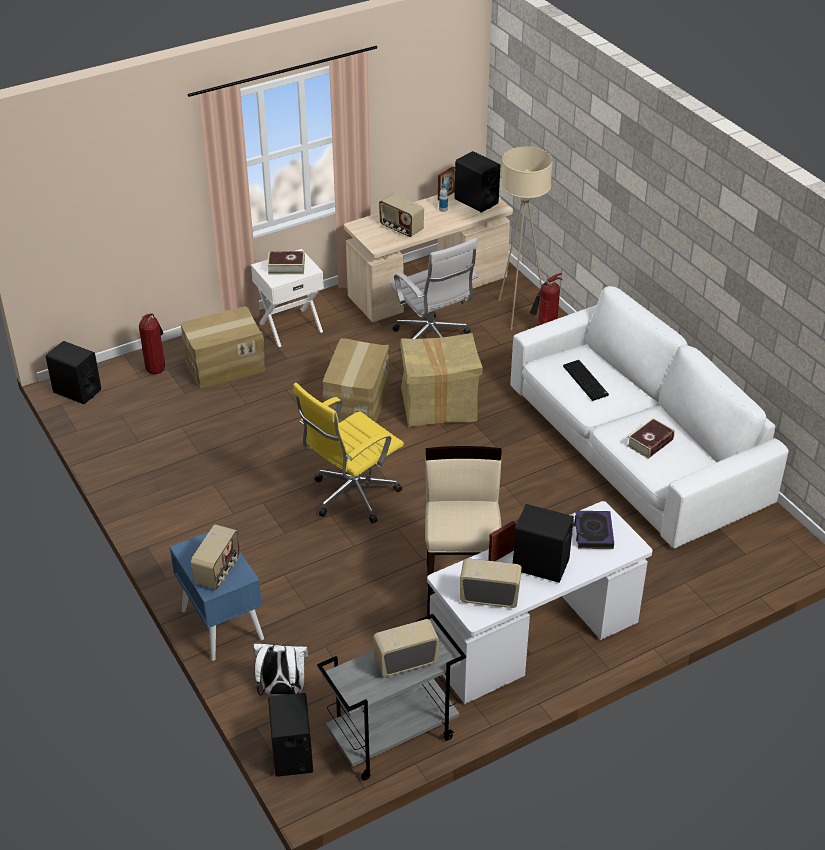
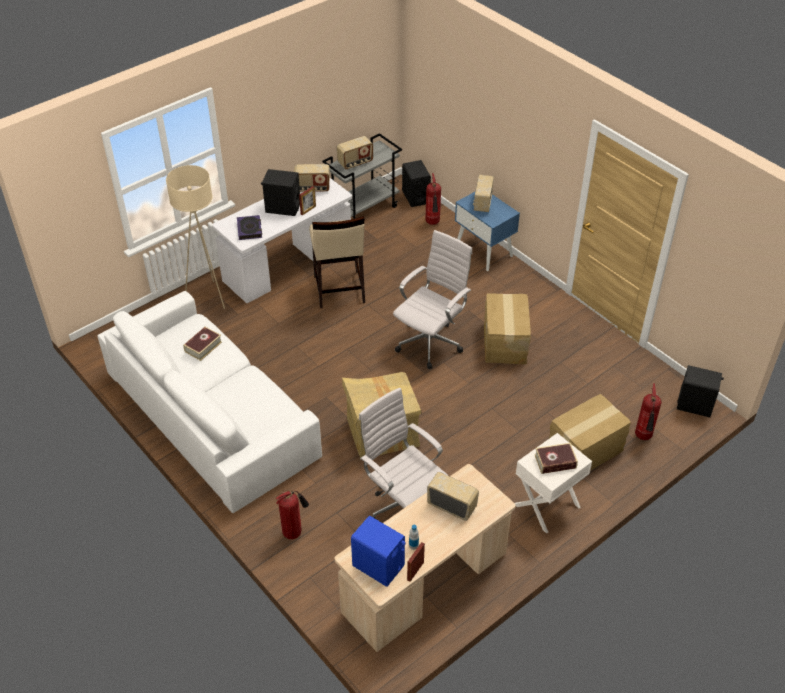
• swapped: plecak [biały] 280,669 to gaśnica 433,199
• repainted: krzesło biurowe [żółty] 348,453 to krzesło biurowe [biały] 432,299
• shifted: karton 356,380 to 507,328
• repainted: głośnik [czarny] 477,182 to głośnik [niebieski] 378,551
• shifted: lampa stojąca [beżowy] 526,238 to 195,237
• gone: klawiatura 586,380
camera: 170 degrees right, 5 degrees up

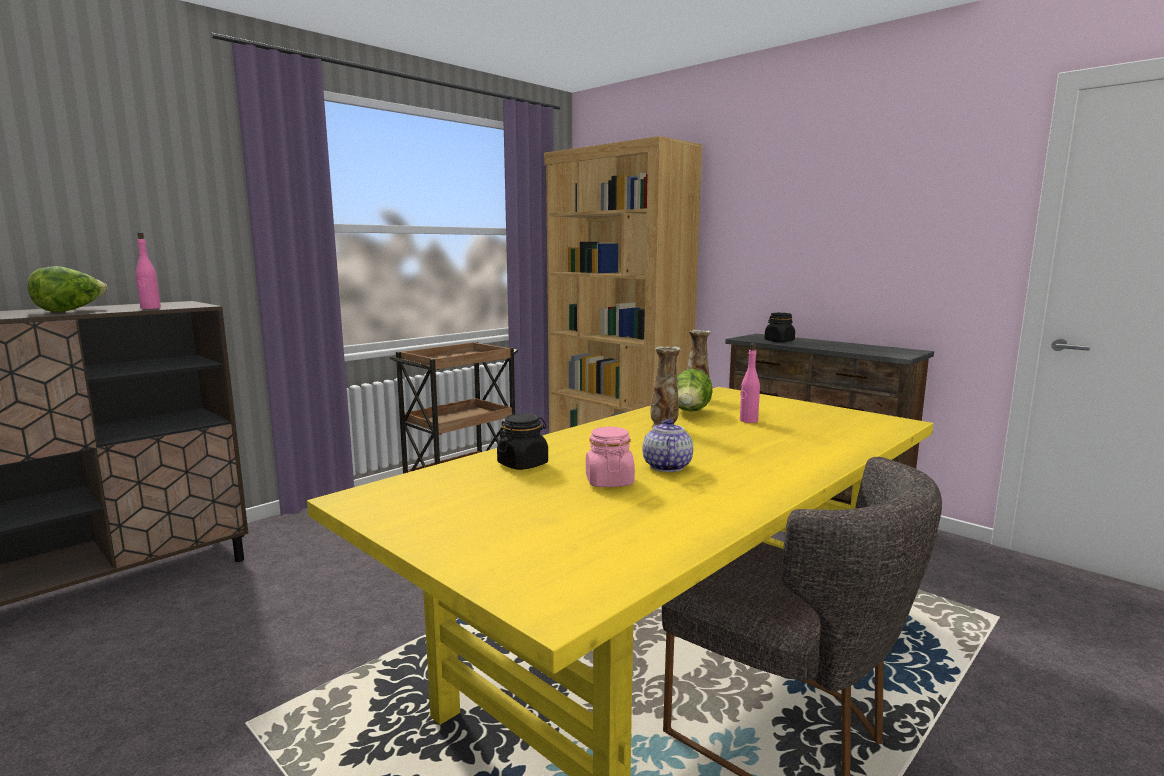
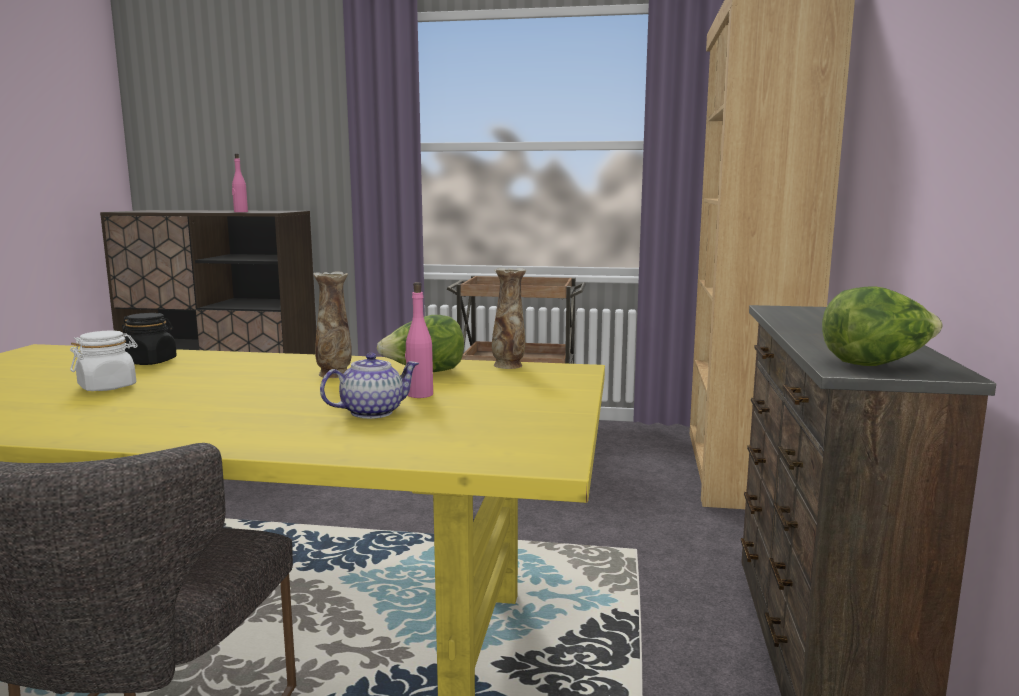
• shifted: sałata 67,289 to 882,326
• repainted: słoik [różowy] 610,457 to słoik [biały] 104,361
• shifted: imbryk 668,445 to 369,386
• gone: słoik [czarny] 779,328
camera: 55 degrees right, 0 degrees up

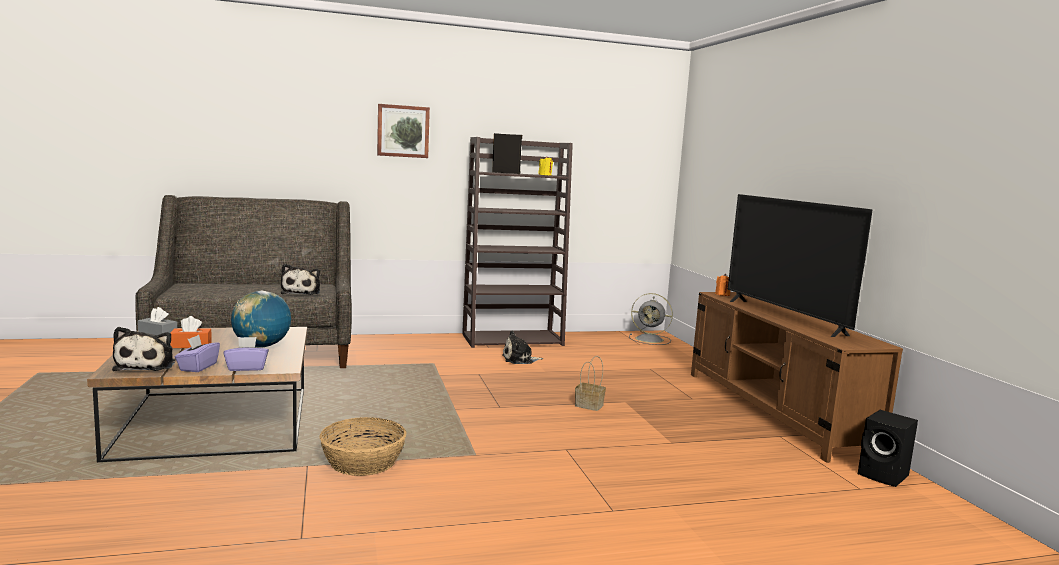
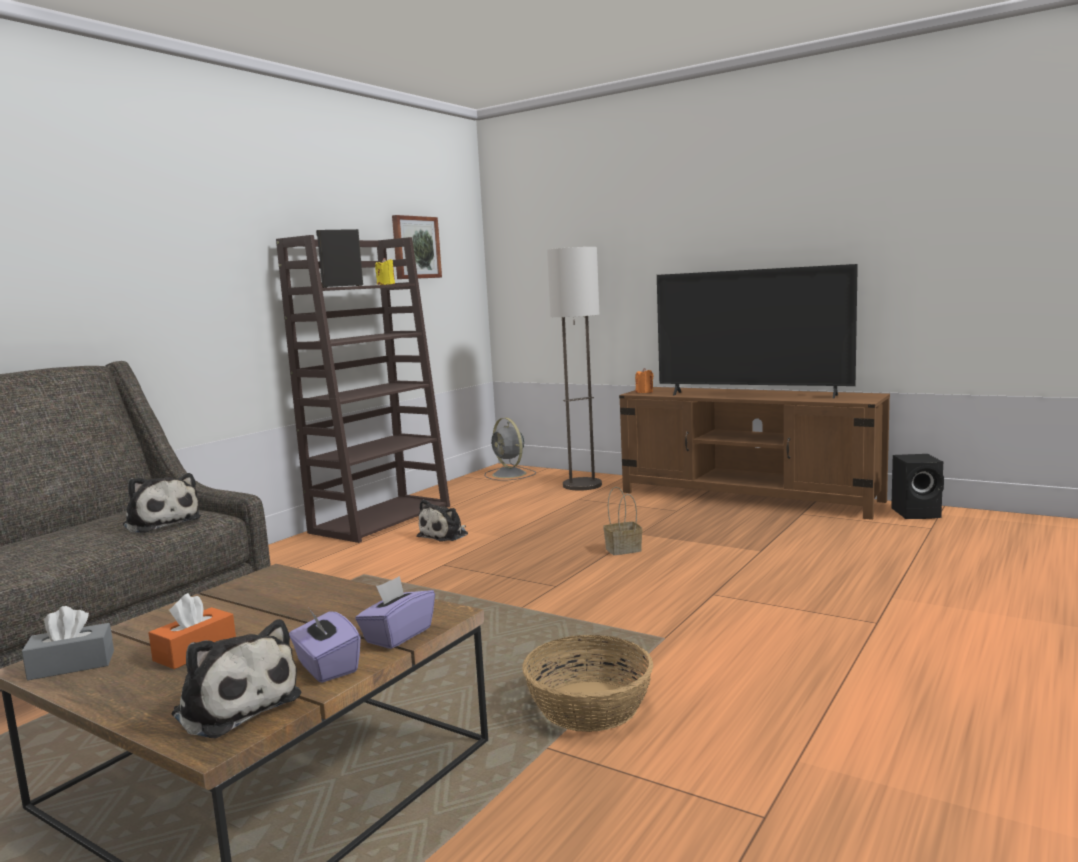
• gone: globus 261,319
• shifted: obraz 403,131 to 417,247
• rotated: wentylator [szary] 651,319 = 510,449 75 degrees clockwise
• new: lampa stojąca 574,369
camera: 40 degrees left, 0 degrees up

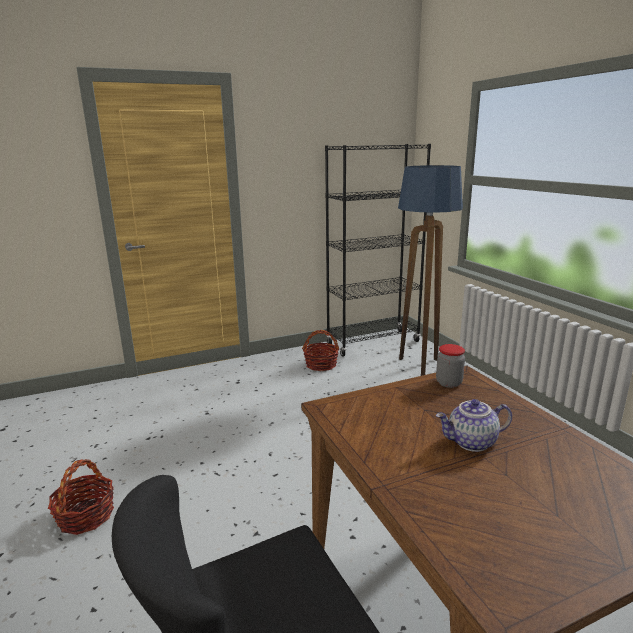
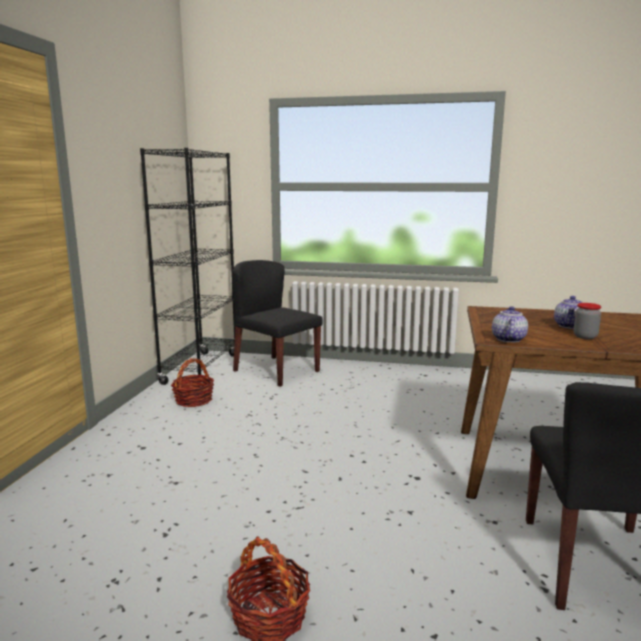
• swapped: lampa stojąca 430,270 to krzesło [czarny] 277,323
• shifted: słoik 450,366 to 587,321
• new: imbryk 510,324
camera: 55 degrees left, 5 degrees down

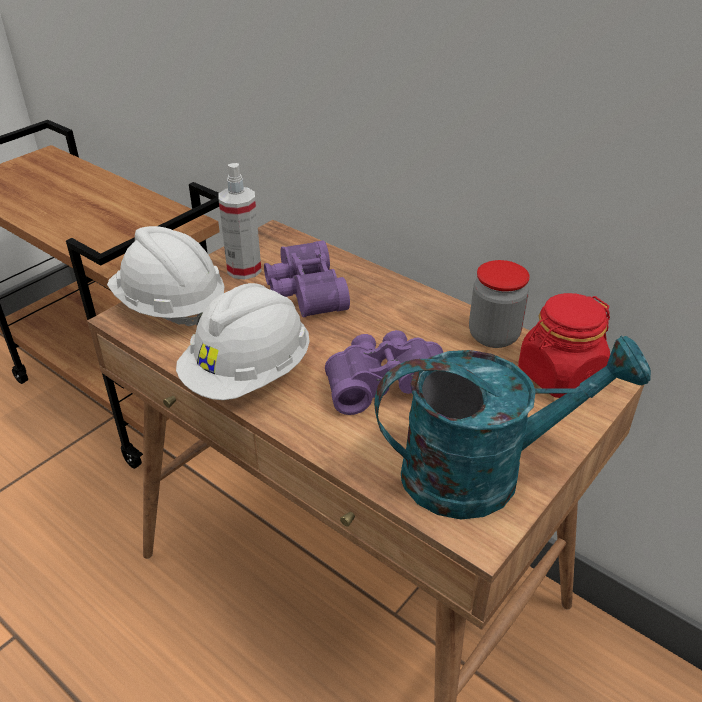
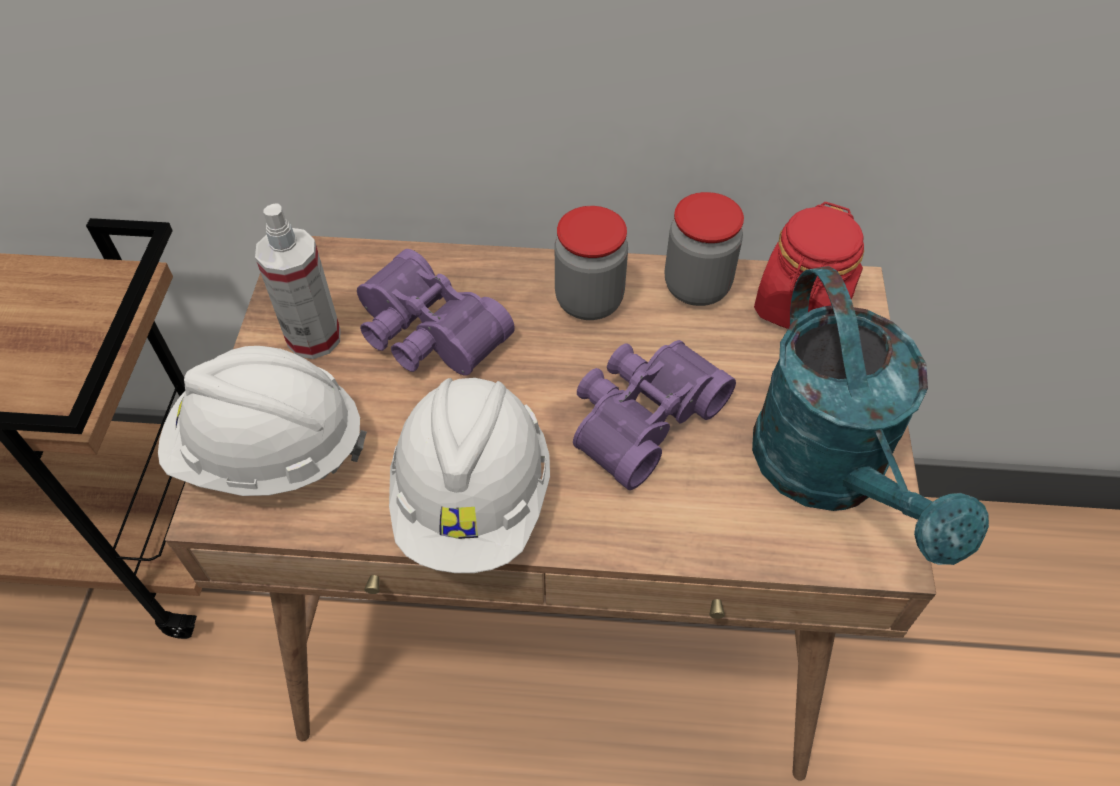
• rotated: konewka [turkusowy] 512,427 = 870,415 120 degrees clockwise
• new: słoik 591,263
camera: 35 degrees left, 15 degrees up

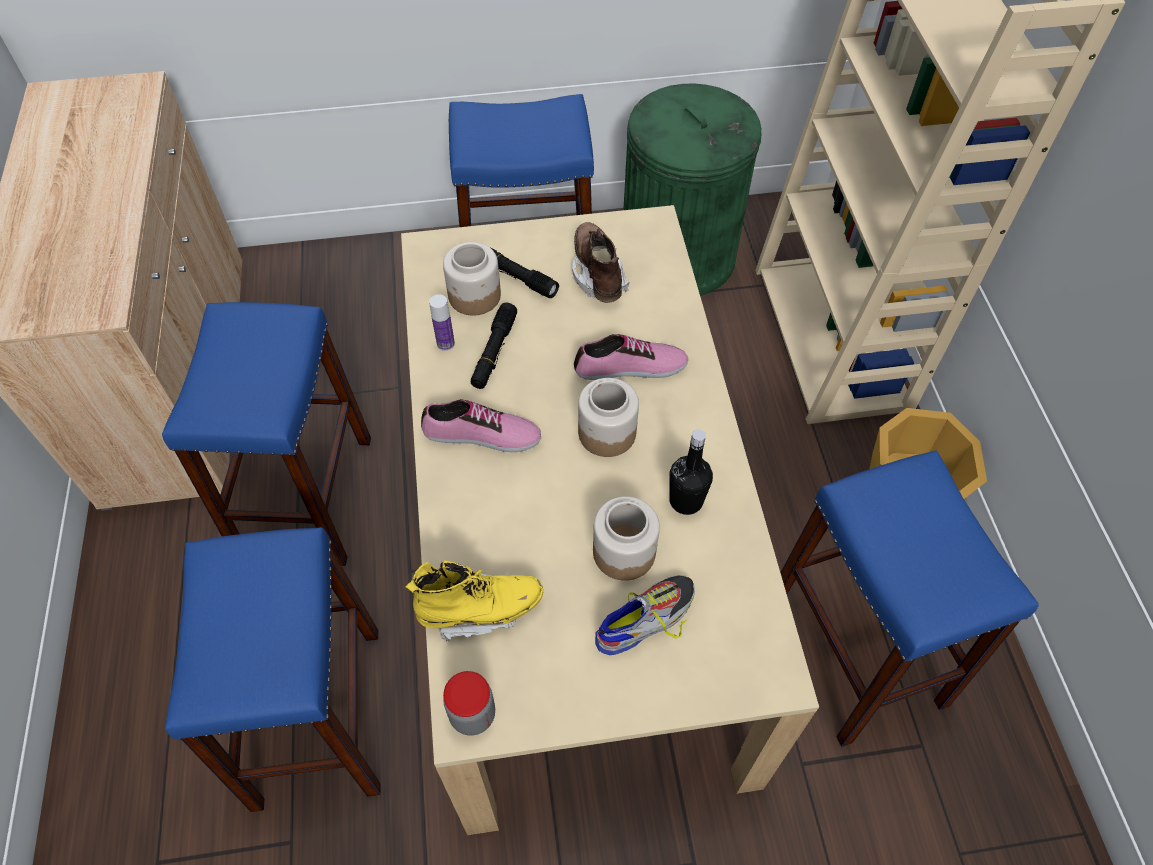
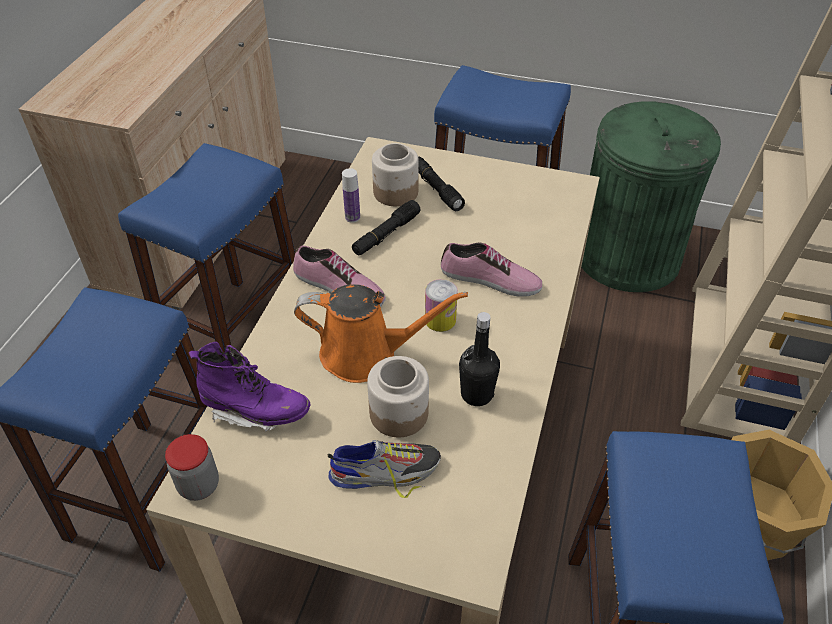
• repainted: but z cholewką [żółty] 474,601 to but z cholewką [fioletowy] 250,386
• gone: but z cholewką [brązowy] 600,262
• swapped: słoik 608,417 to puszka 441,305
• new: konewka [pomarańczowy] 381,333
camera: 25 degrees right, 10 degrees down

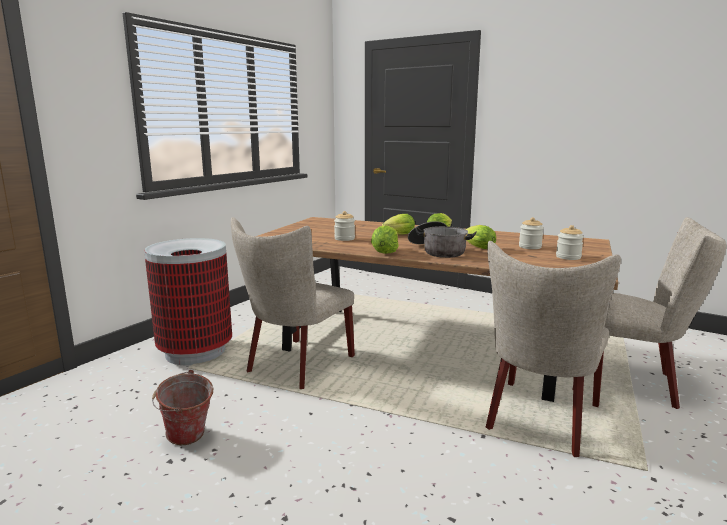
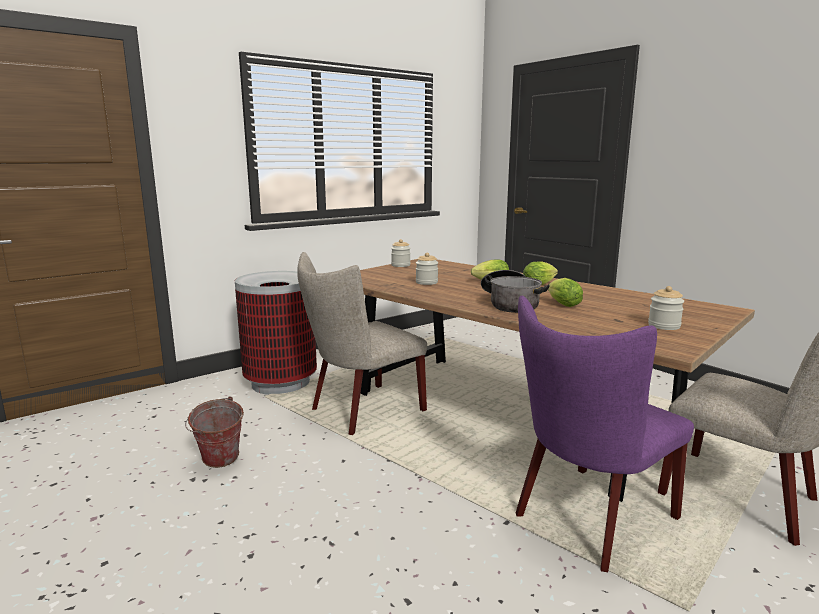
• gone: sałata 385,239
• repainted: krzesło [beżowy] 553,349 to krzesło [fioletowy] 605,434
• shifted: słoik 531,233 to 401,253
camera: 20 degrees right, 0 degrees up

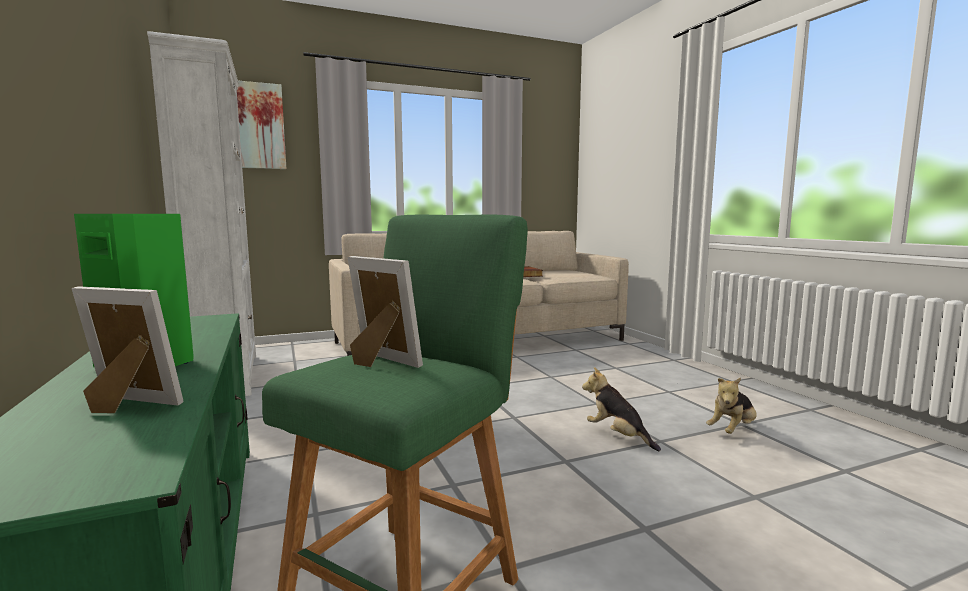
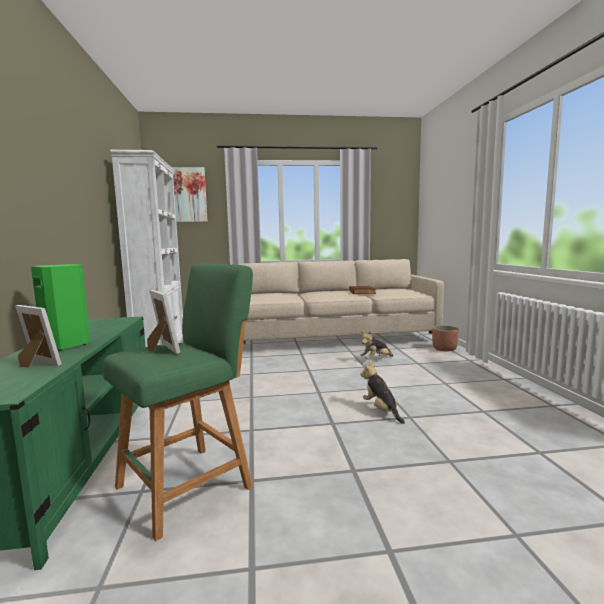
• shifted: pluszak 731,405 to 377,345
• new: donica 445,338
camera: 15 degrees right, 0 degrees up

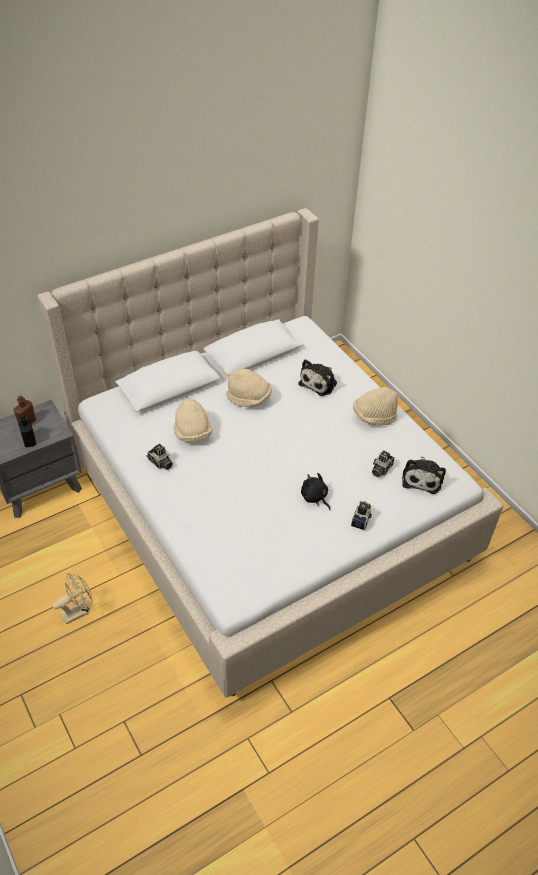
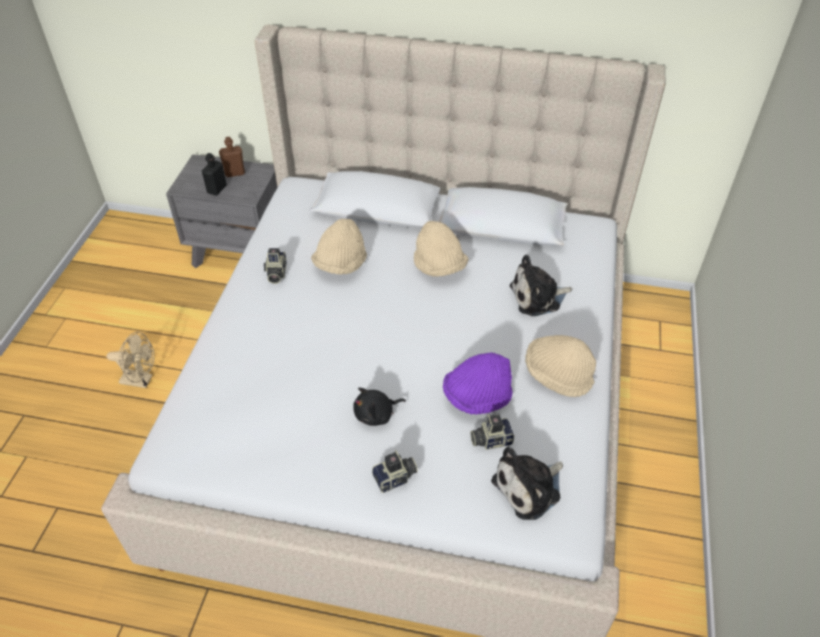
• rotated: pluszak [czarny] 315,491 = 379,406 120 degrees counterclockwise
• new: kapelusz [fioletowy] 478,383
camera: 45 degrees right, 0 degrees up

